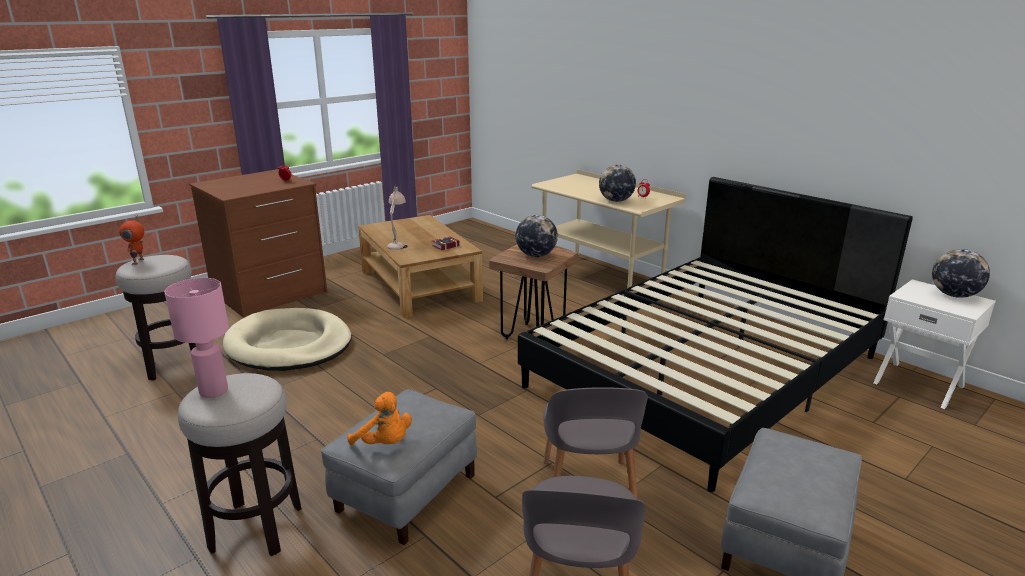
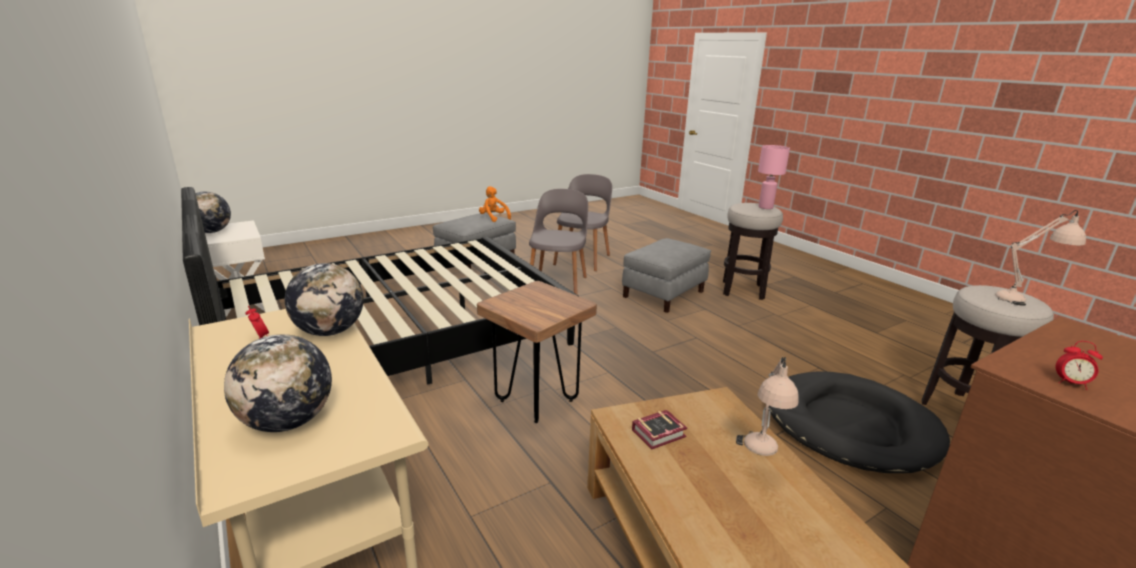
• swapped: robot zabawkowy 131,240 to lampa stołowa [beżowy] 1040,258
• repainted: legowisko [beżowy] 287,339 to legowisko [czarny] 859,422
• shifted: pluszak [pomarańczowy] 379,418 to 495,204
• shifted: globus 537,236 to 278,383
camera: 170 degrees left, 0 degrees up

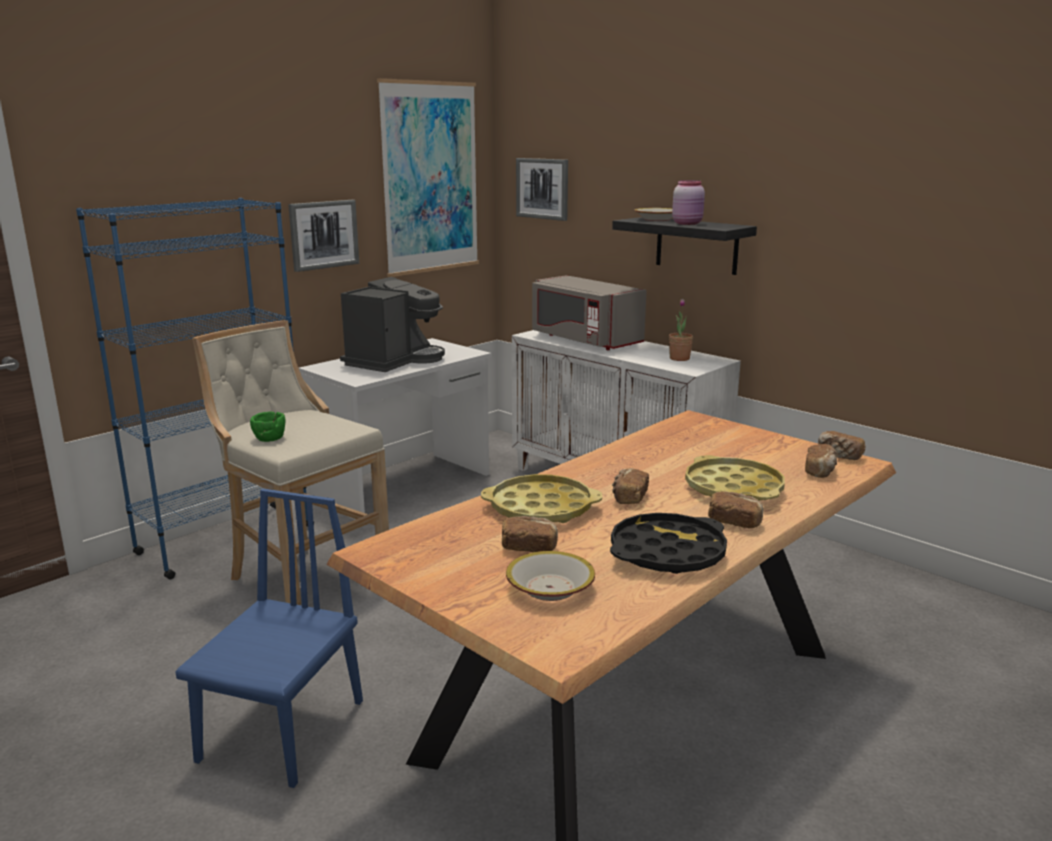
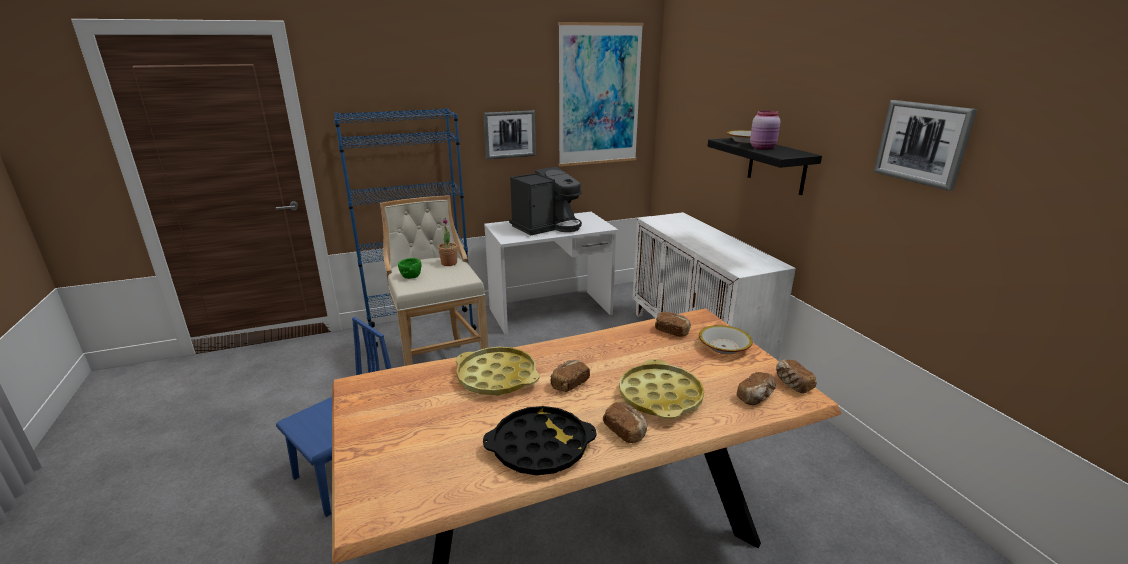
• shifted: chleb 530,534 to 673,324
• shifted: miska 550,576 to 726,339
• shifted: obraz 542,189 to 925,145
• gone: mikrofalówka [szary] 589,312
• shifted: roślina doniczkowa 681,330 to 447,242
camera: 25 degrees right, 5 degrees up

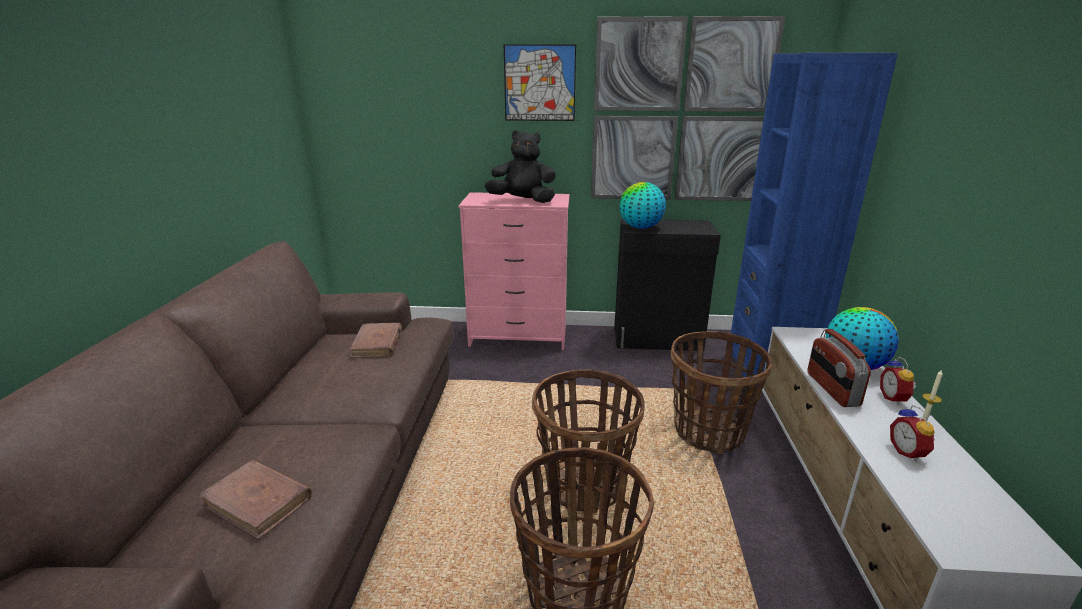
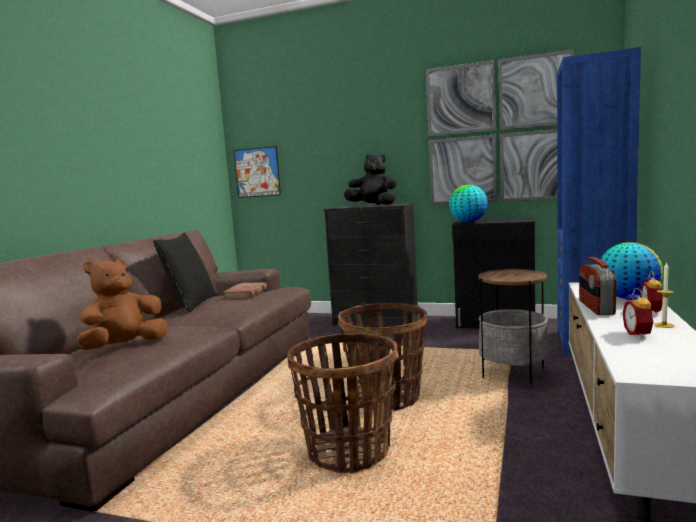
• swapped: książka [brązowy] 255,500 to pluszak [brązowy] 122,304
• repainted: komoda [różowy] 514,271 to komoda [czarny] 371,264
• shifted: obraz 540,82 to 257,172
• swapped: koszyk 721,392 to stolik 513,328
• new: poduszka [czarny] 184,272
camera: 15 degrees right, 15 degrees down

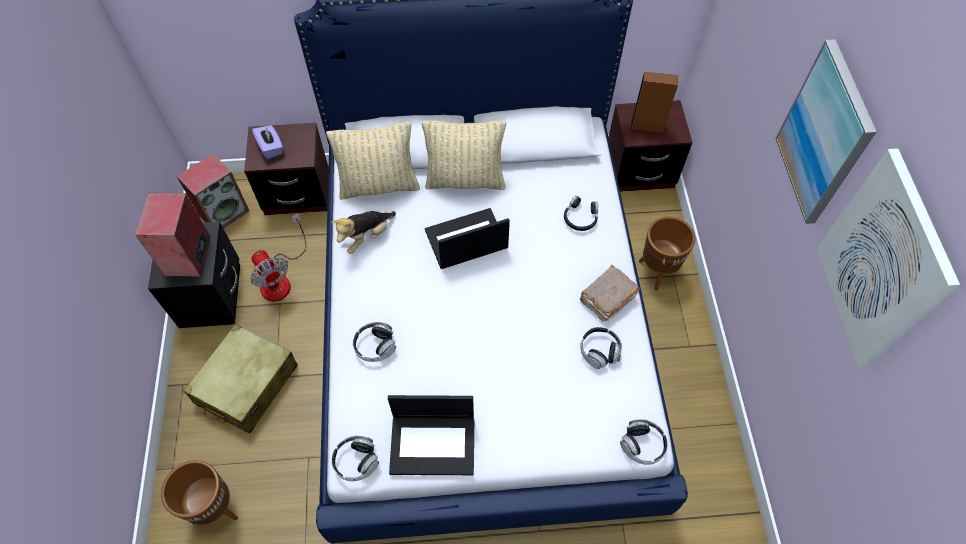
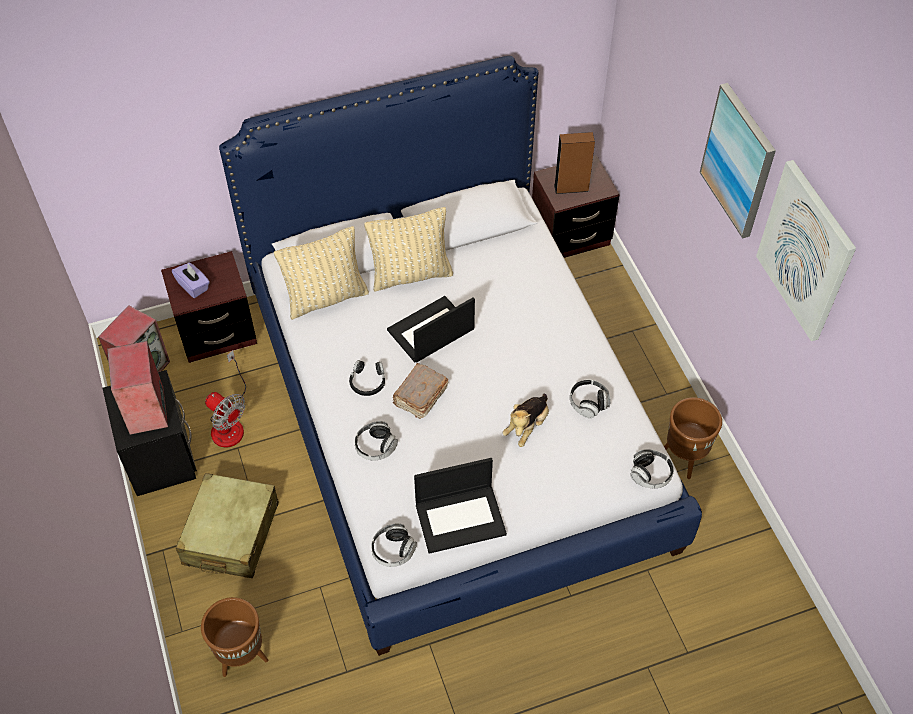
• shifted: pluszak 364,232 to 526,420
• shifted: słuchawki [czarny] 581,213 to 367,378
• shifted: książka [brązowy] 610,293 to 420,391
• shifted: donica [brązowy] 667,254 to 693,438
camera: 15 degrees left, 5 degrees down

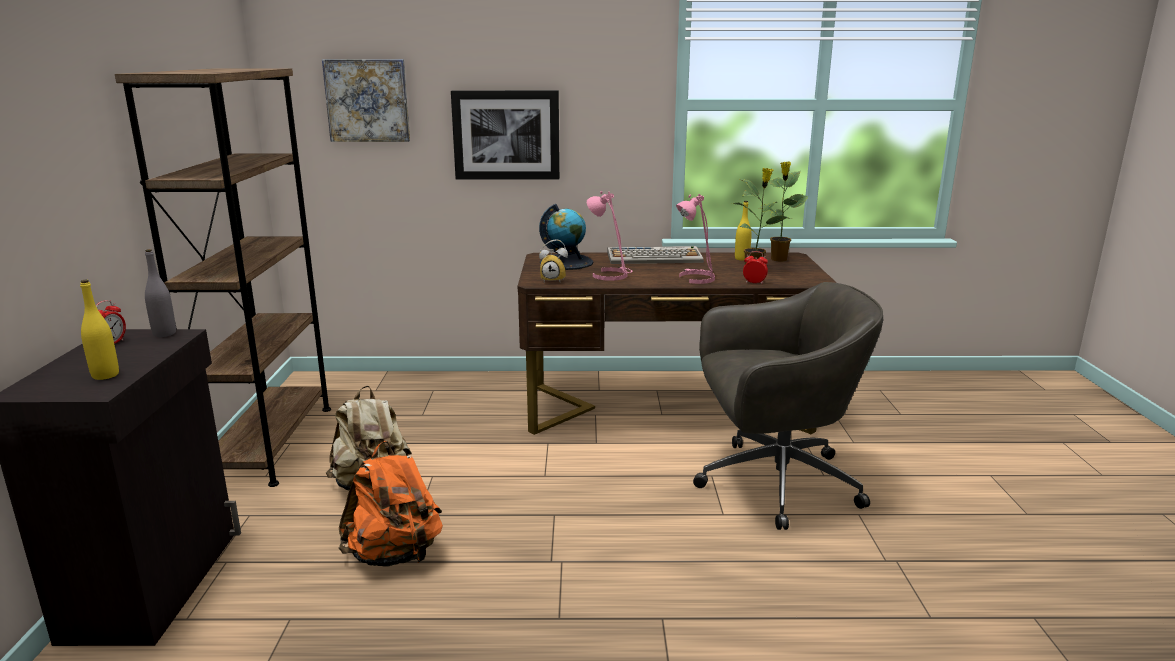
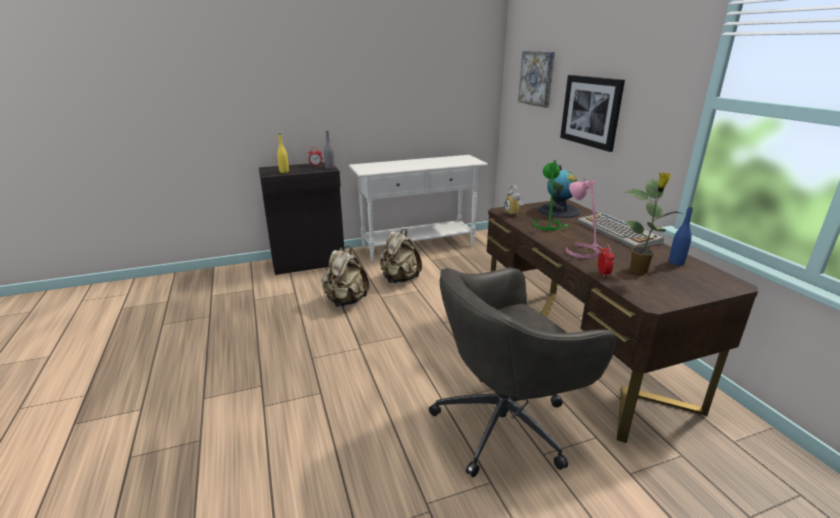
• swapped: regał [brązowy] 223,277 to stolik konsolowy [biały] 418,208
• repainted: plecak [pomarańczowy] 391,504 to plecak [beżowy] 345,276
• repainted: lampa stołowa [różowy] 610,236 to lampa stołowa [zielony] 551,195
• rotated: krzesło biurowe [szary] 788,406 = 523,372 90 degrees clockwise
• repainted: butelka [żółty] 743,231 to butelka [niebieski] 681,236
• gone: roślina doniczkowa 783,212
camera: 70 degrees right, 5 degrees up

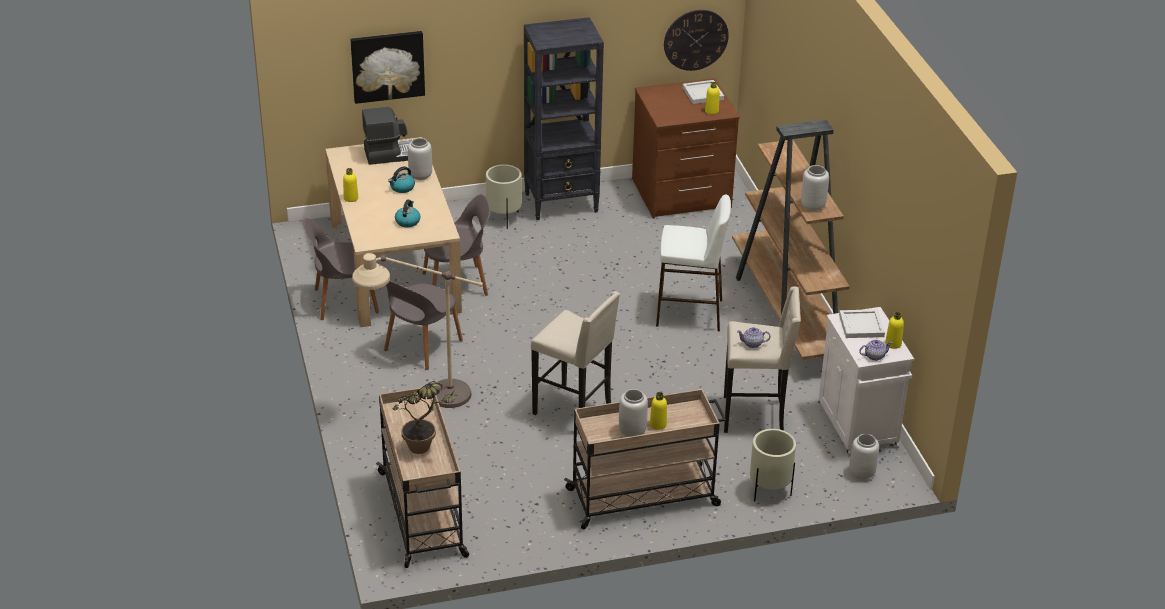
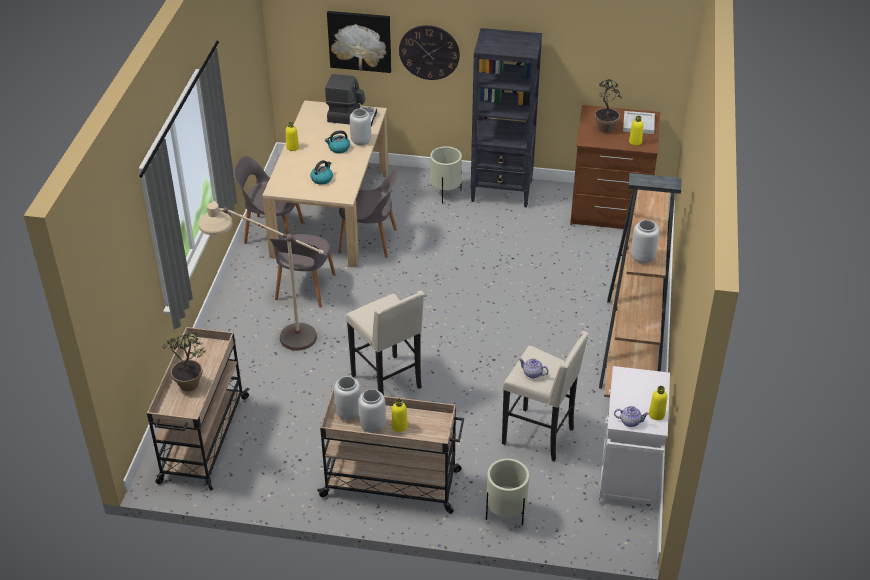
• rotated: krzesło [szary] 423,325 = 303,271 45 degrees counterclockwise
• gone: stołek [biały] 693,263
• shifted: zegar ścienny 696,40 to 429,52
• gone: taca [biały] 862,323
• shifted: wazon [szary] 864,457 to 347,398
• new: roślina doniczkowa 608,106
camera: 25 degrees right, 5 degrees up

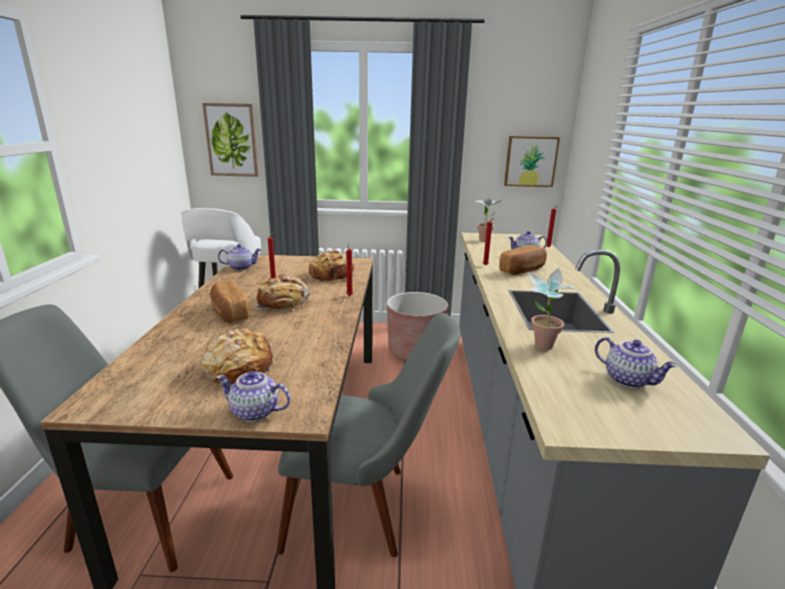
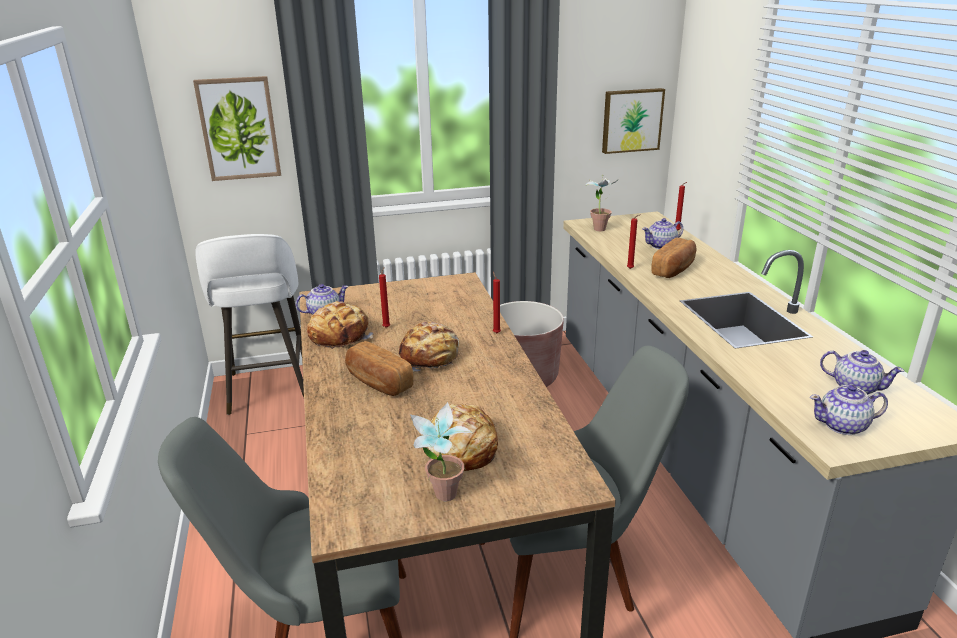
• shifted: imbryk 253,396 to 849,410
• shifted: chleb 332,266 to 340,325
• shifted: roślina doniczkowa 554,309 to 441,451
camera: 15 degrees left, 5 degrees up

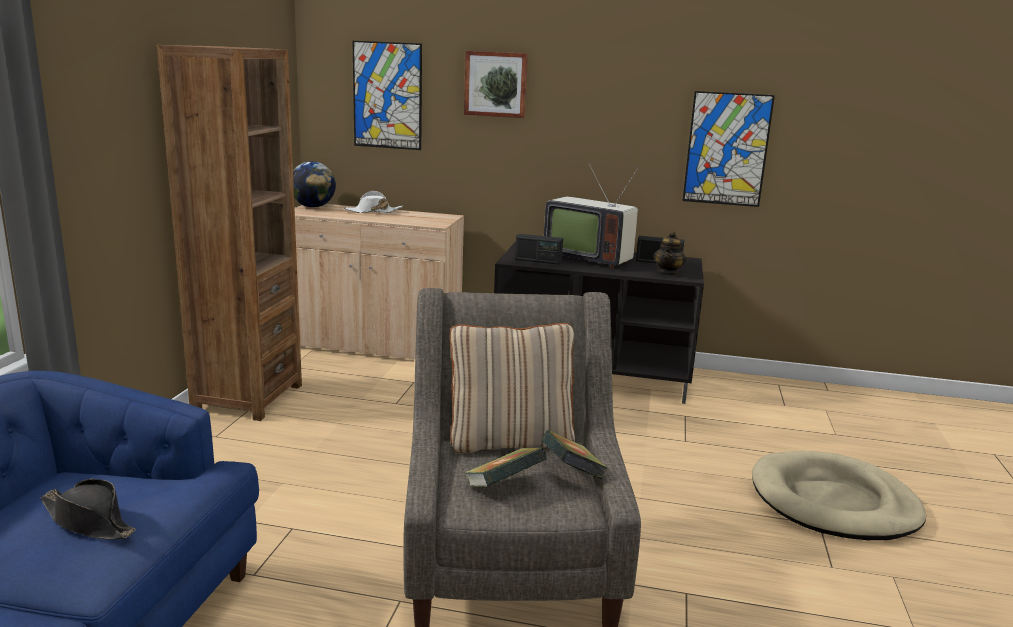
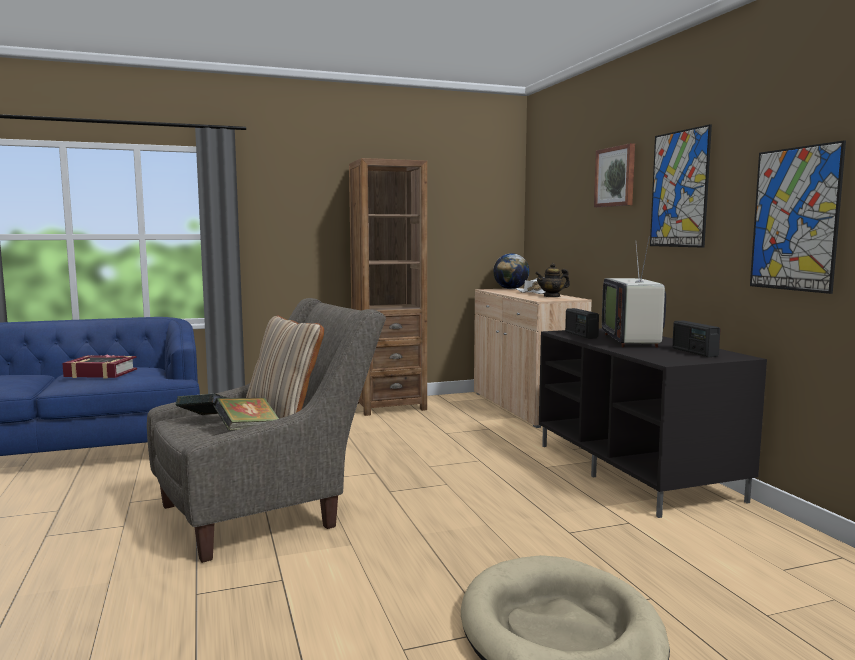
• swapped: kapelusz [czarny] 87,509 to książka 99,366
• shifted: obraz 387,95 to 681,186
• shifted: imbryk 670,253 to 552,280
camera: 60 degrees right, 10 degrees down

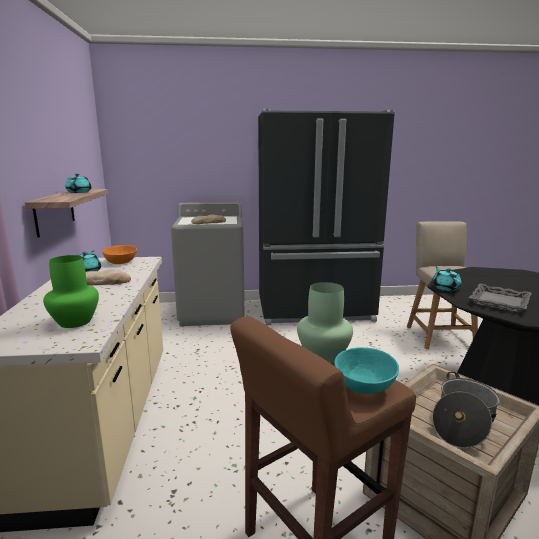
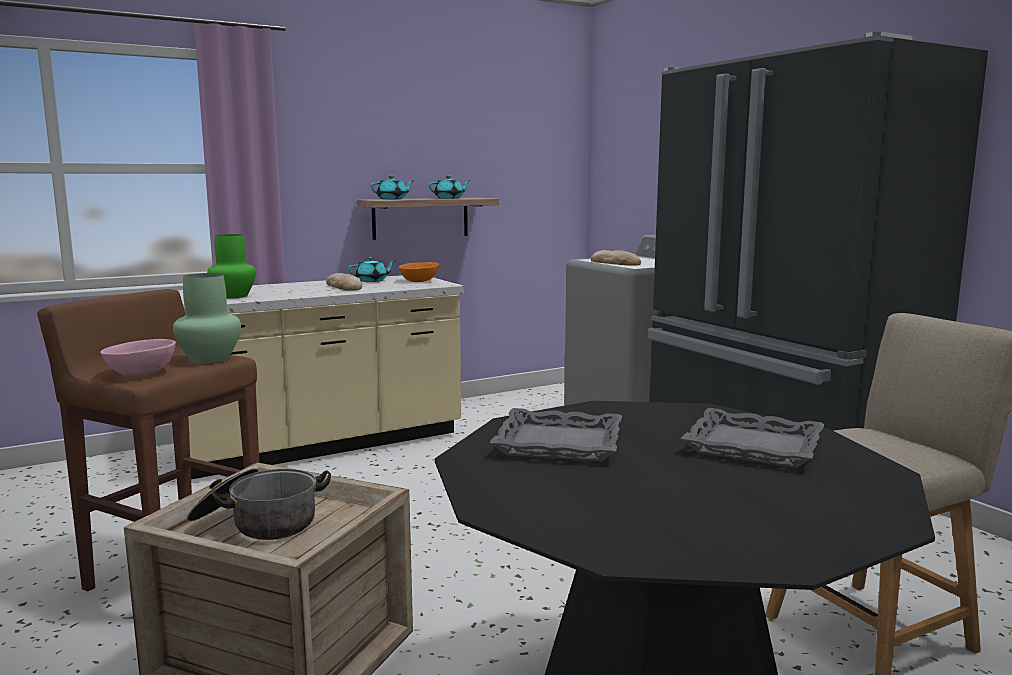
• repainted: miska [turkusowy] 366,370 to miska [różowy] 138,357
• shifted: imbryk [turkusowy] 447,279 to 392,187
• new: taca [szary] 752,438
camera: 65 degrees right, 5 degrees down

